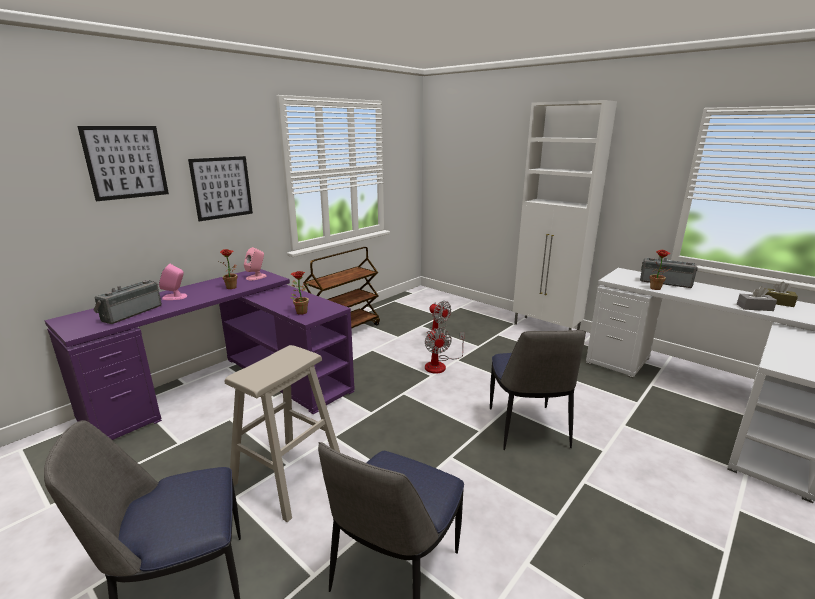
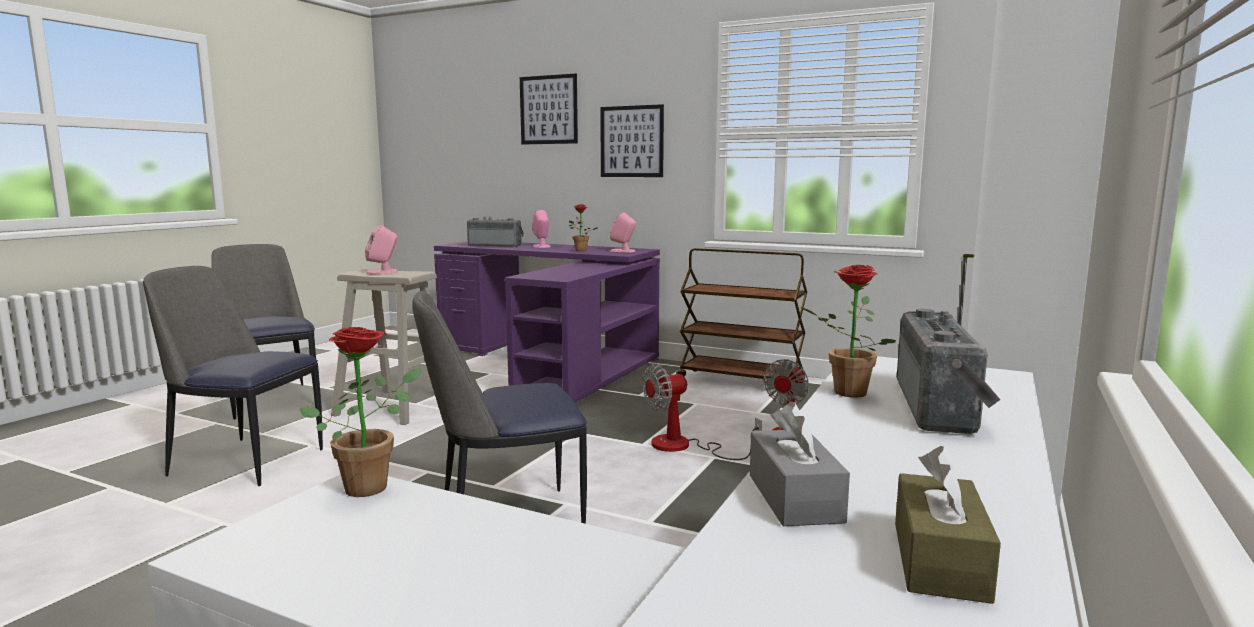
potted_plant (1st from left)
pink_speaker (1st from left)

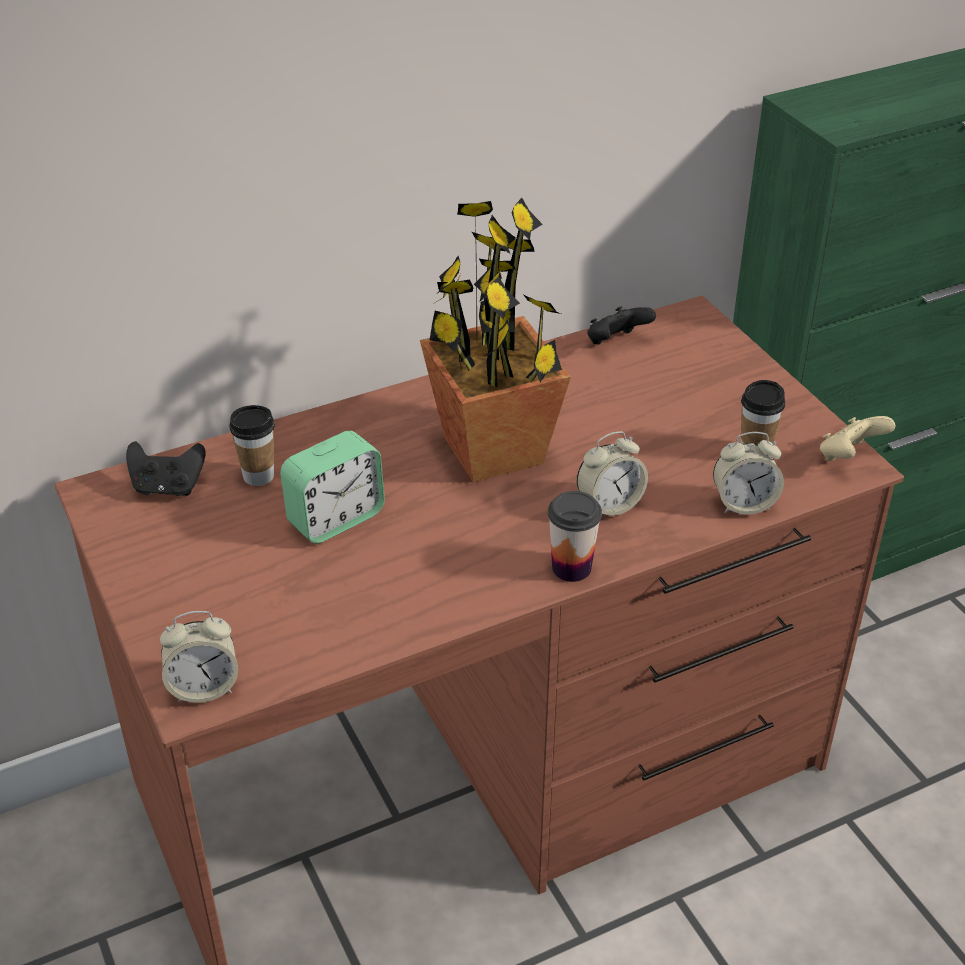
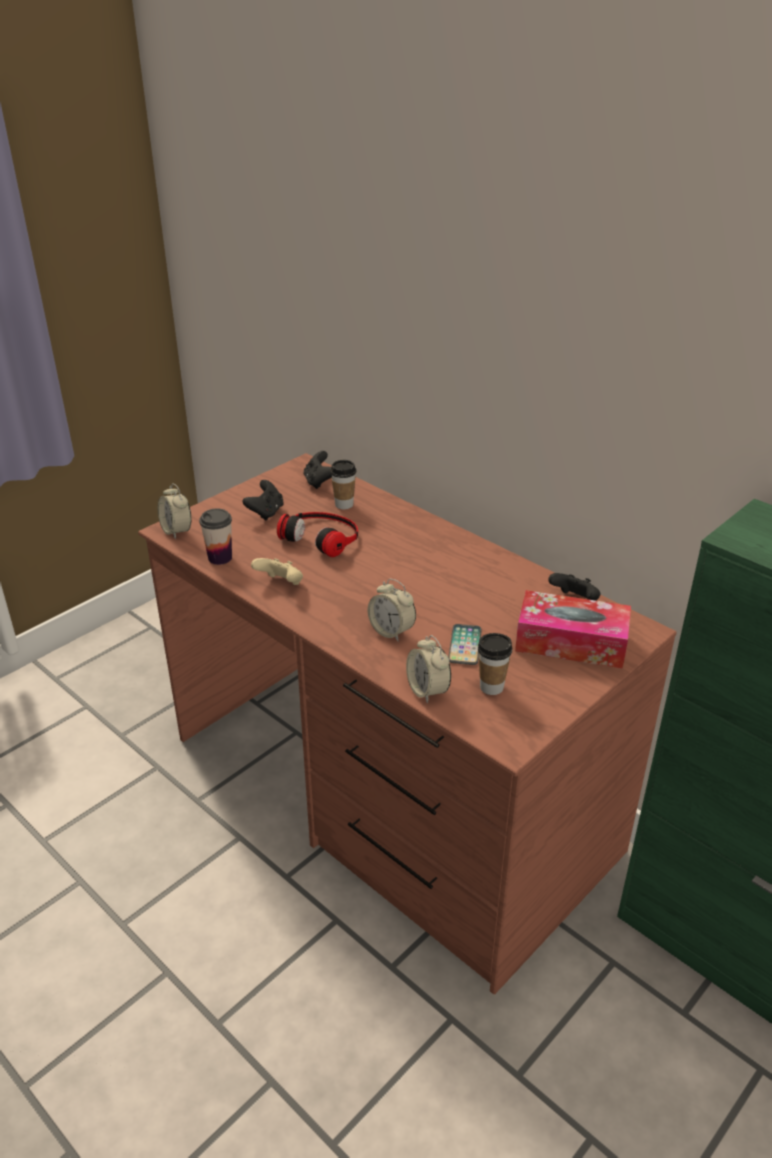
potted_plant
beige_game_controller
headphones
cup (1st from left)
black_game_controller (1st from left)
tissue_box
phone

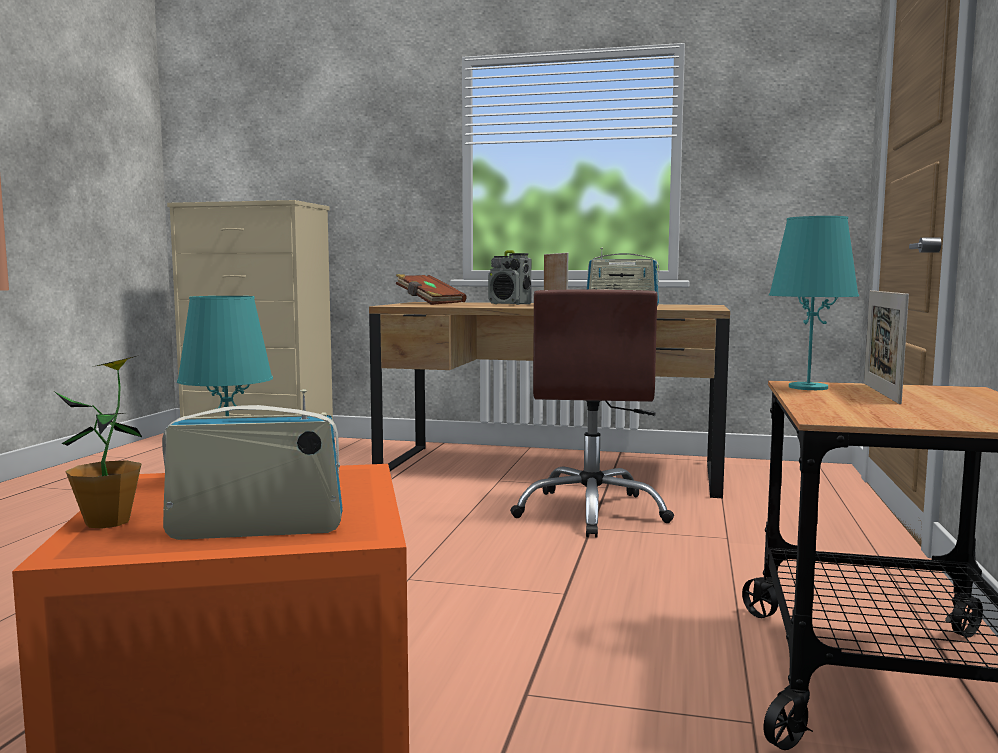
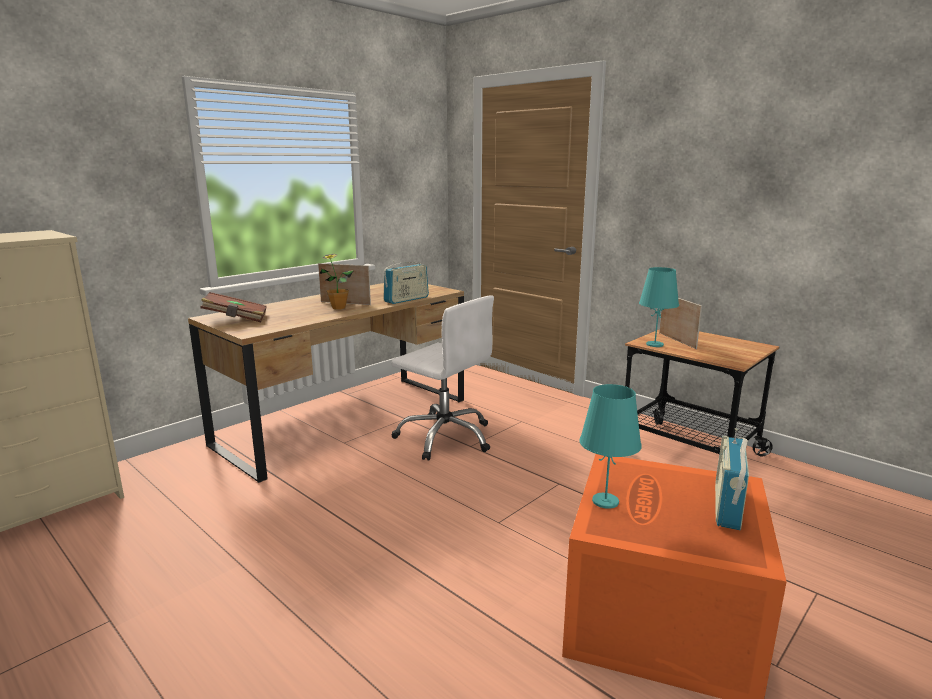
radio (2nd from left in the first image)
white_office_chair
picture_frame (2nd from left)
potted_plant

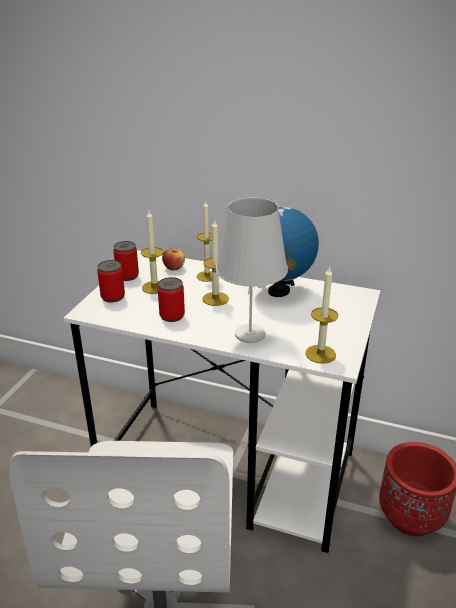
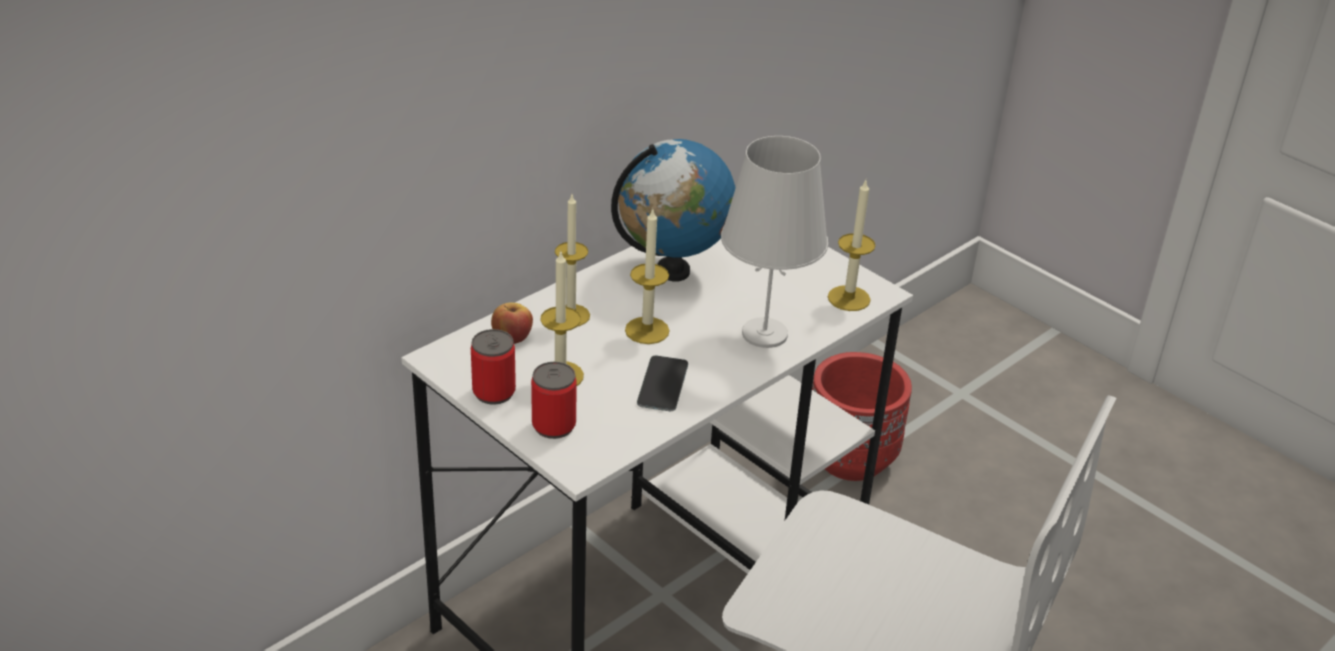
phone

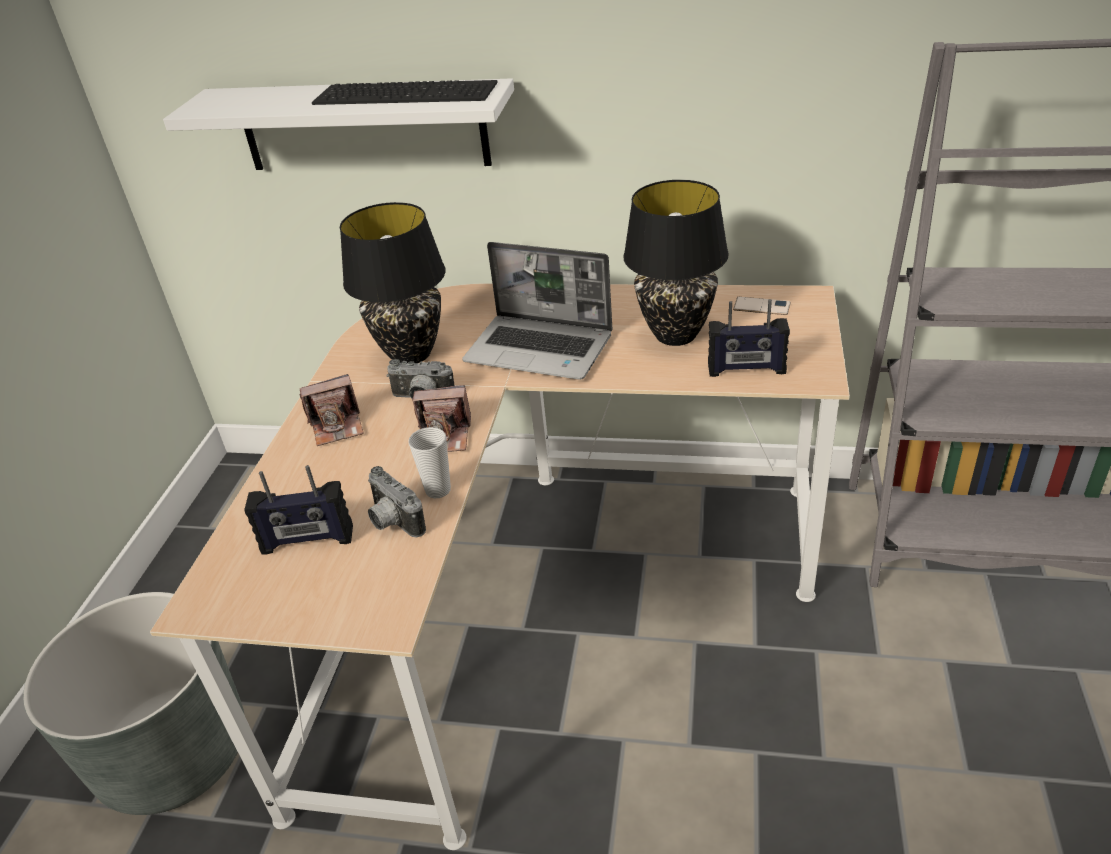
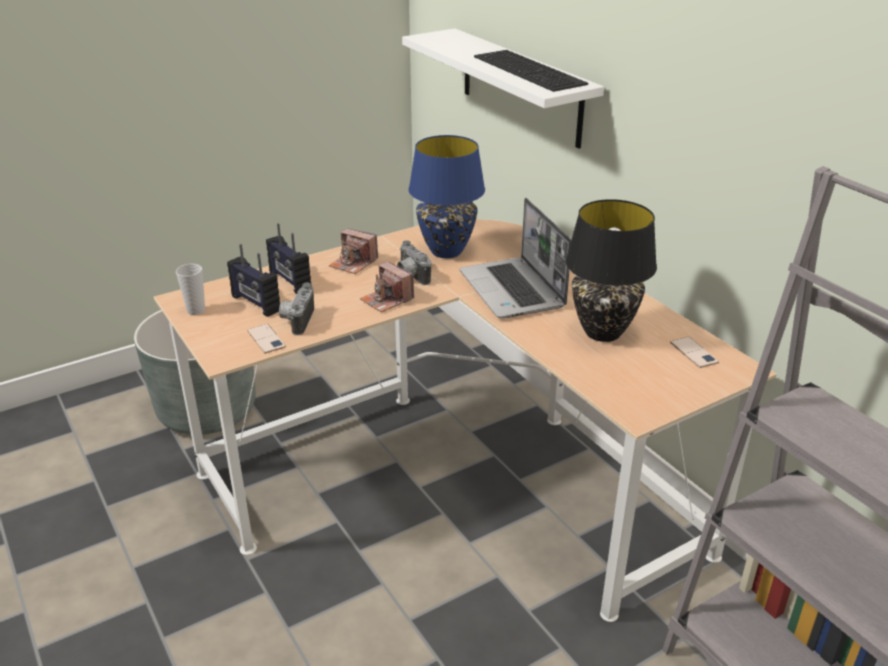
blue_table_lamp
radio (2nd from left)
cup
phone (1st from left)

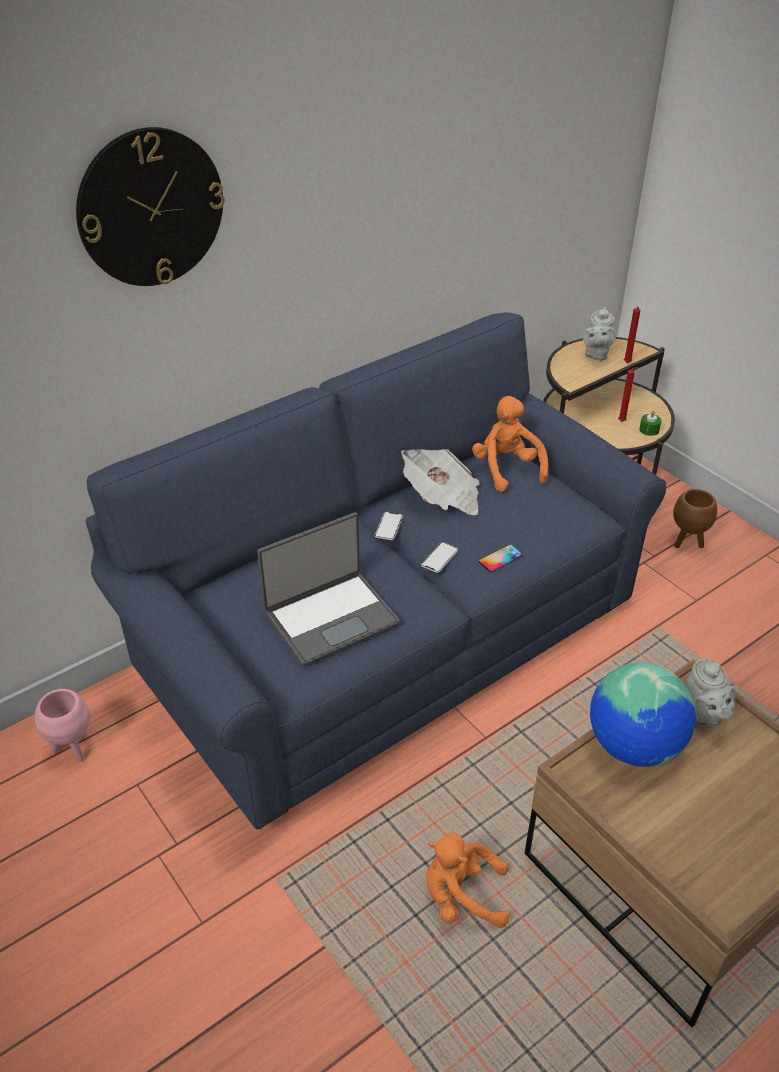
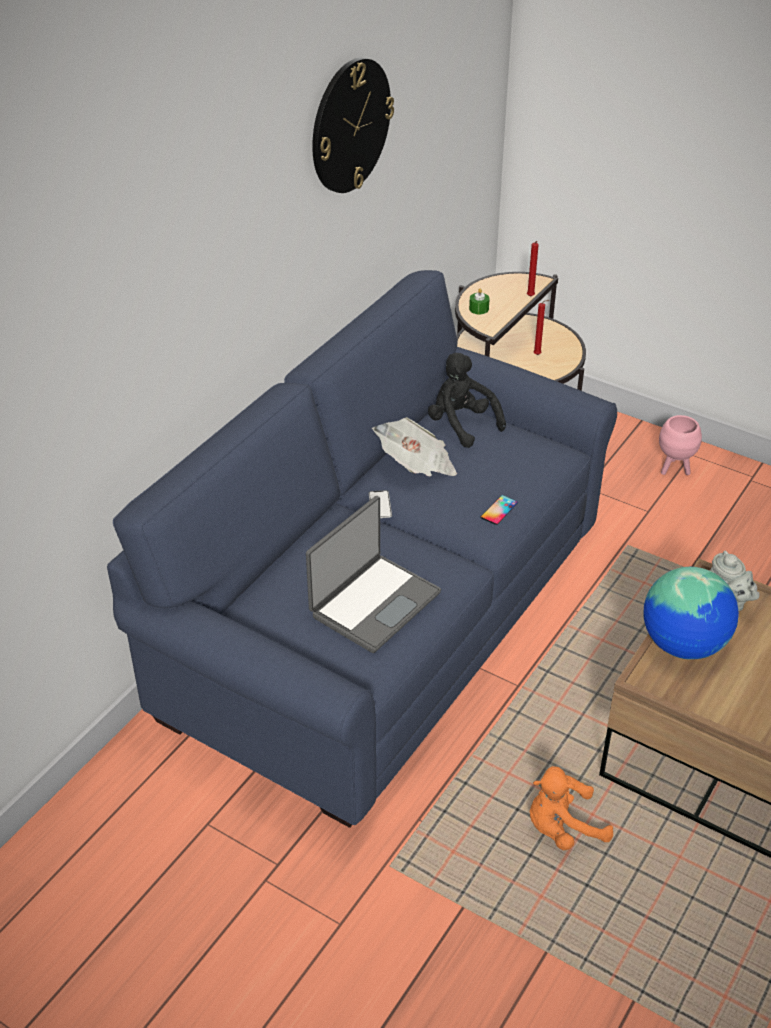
wall_clock
grey_teapot (1st from left in the first image)
black_plush_toy
green_candle
brown_planter
phone (2nd from left in the first image)
pink_planter

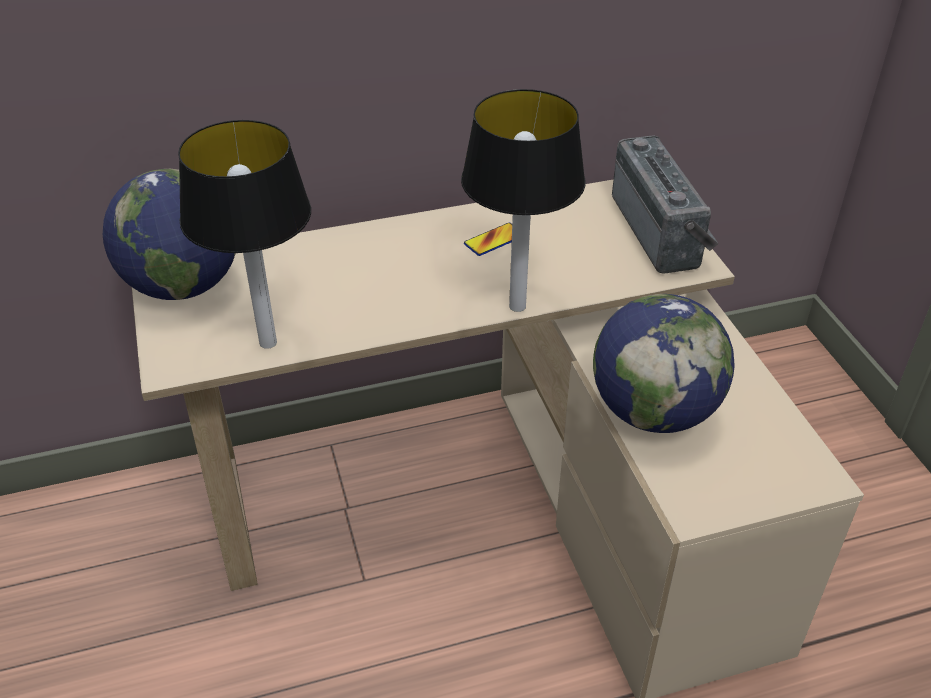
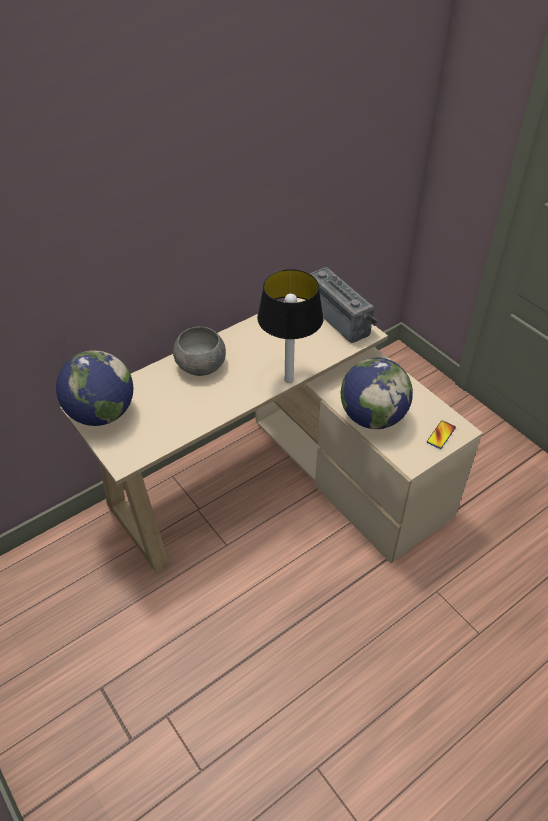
table_lamp (1st from left in the first image)
phone
grey_bowl

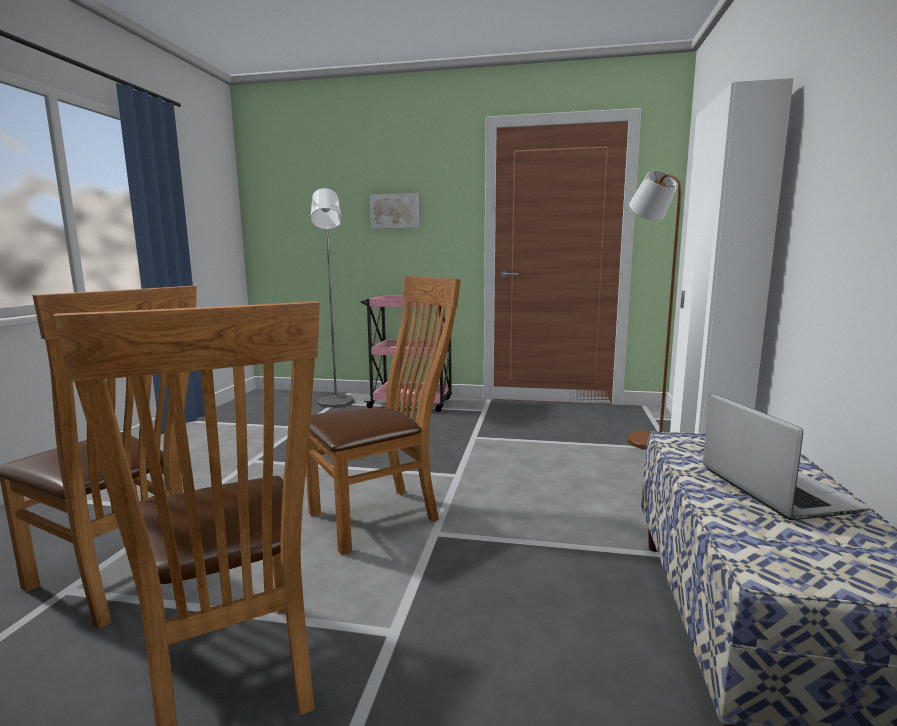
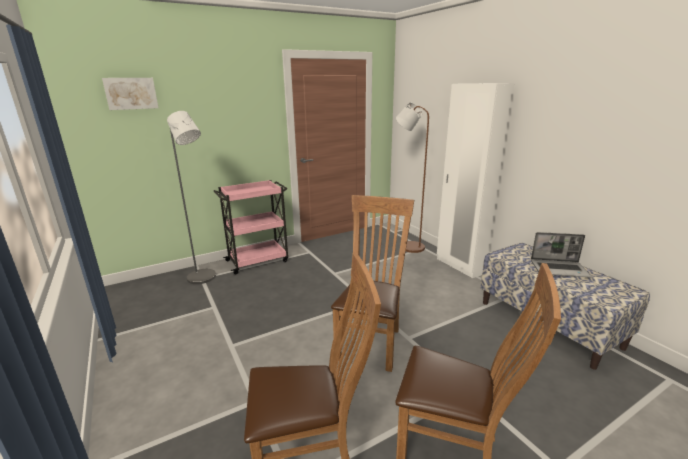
picture
laptop

